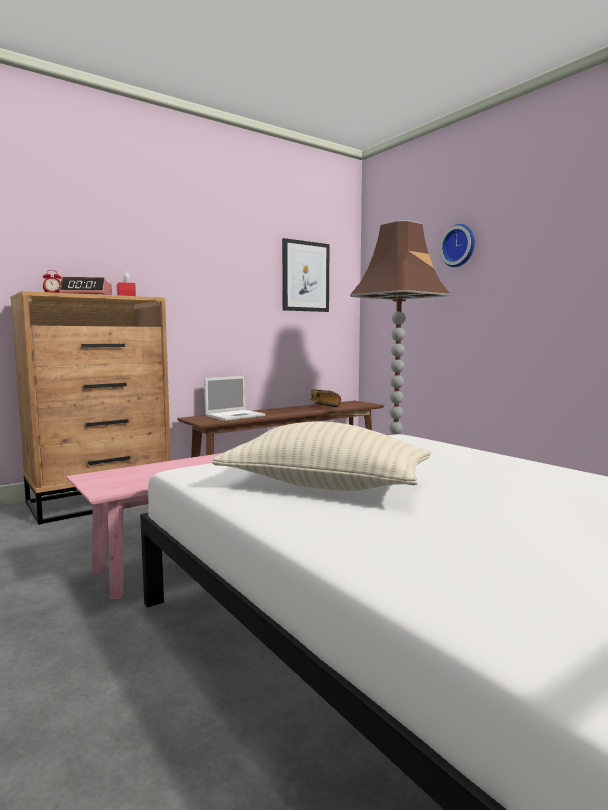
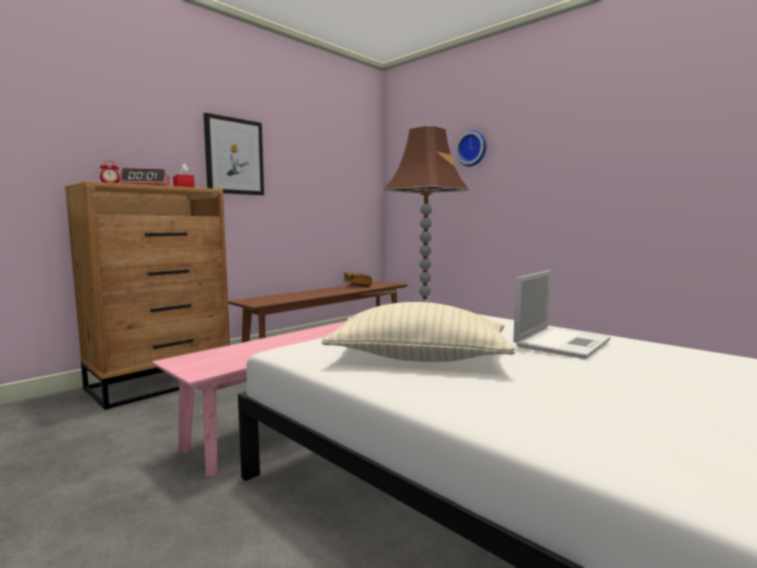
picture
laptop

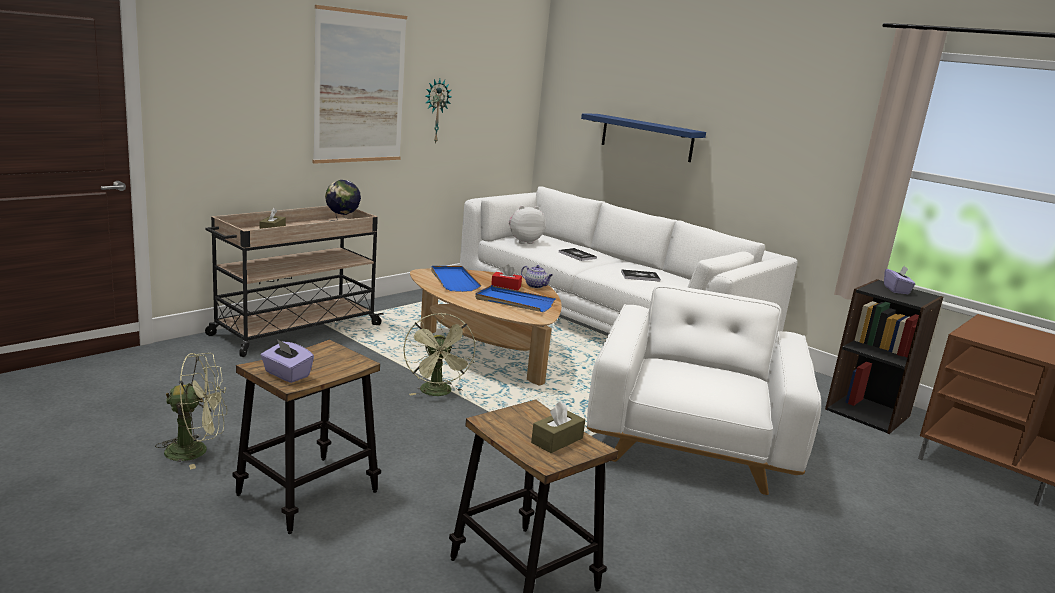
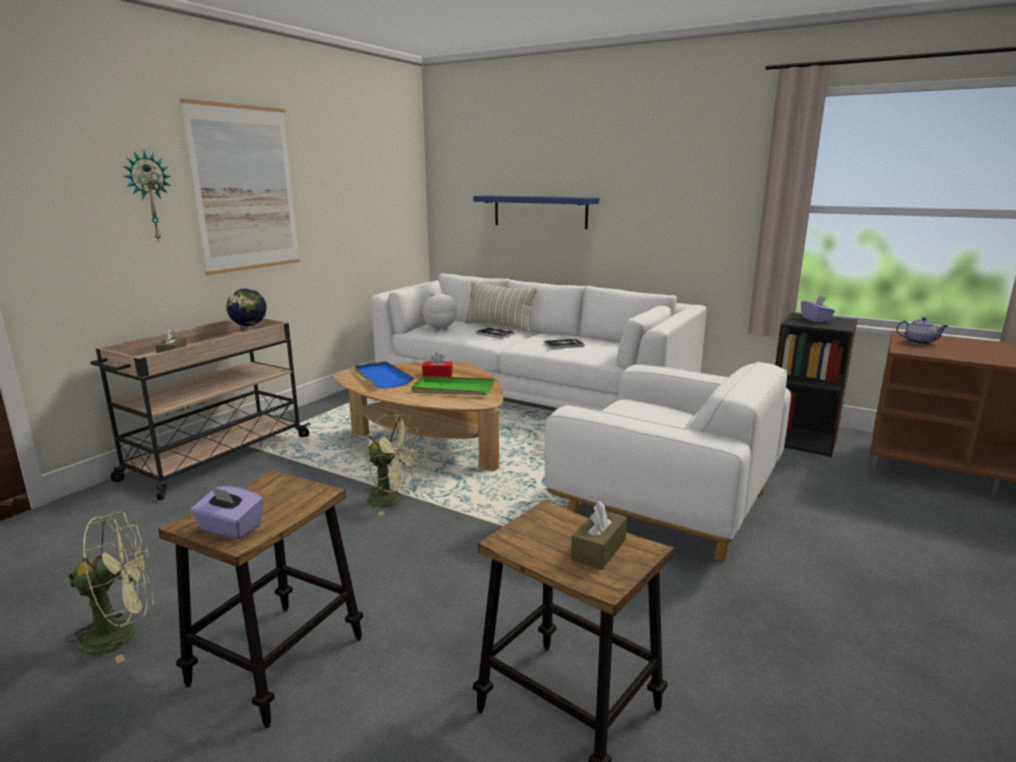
wall_clock
teapot
white_armchair
green_tray
green_fan (2nd from left)
pillow

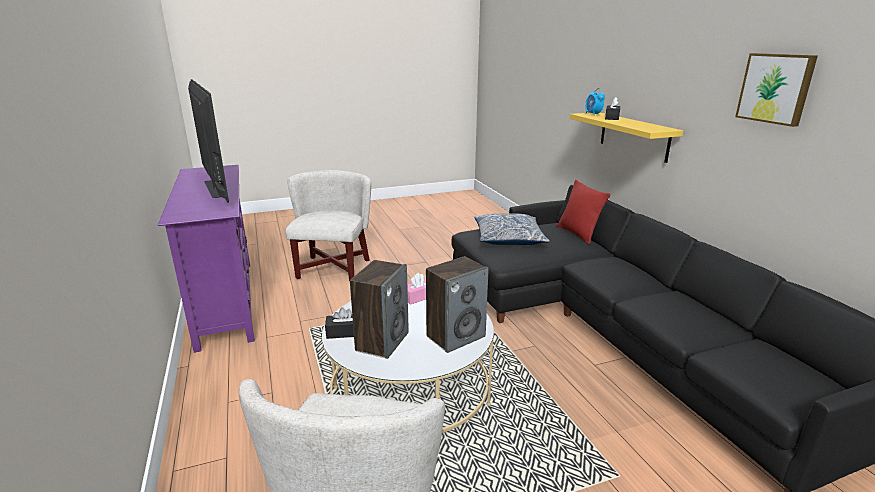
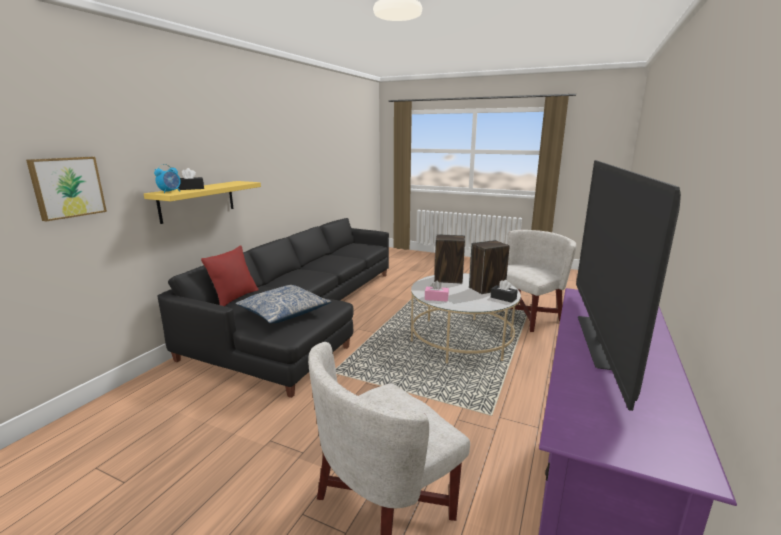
picture

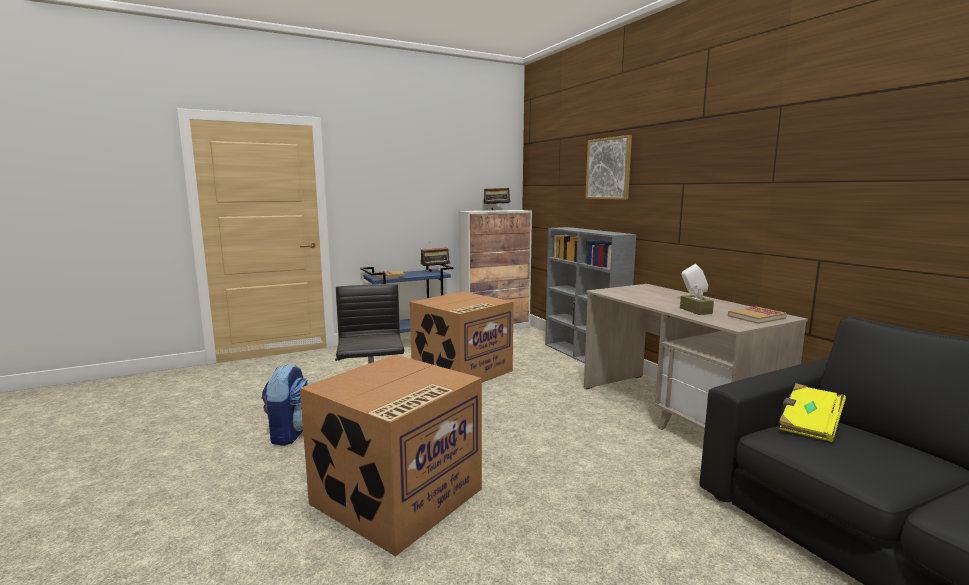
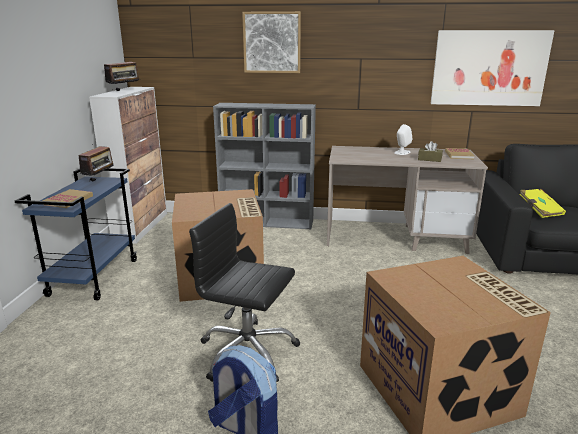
picture (2nd from left)

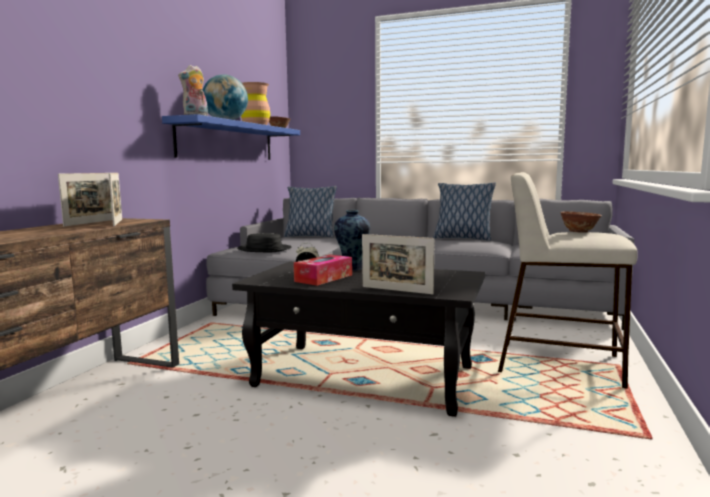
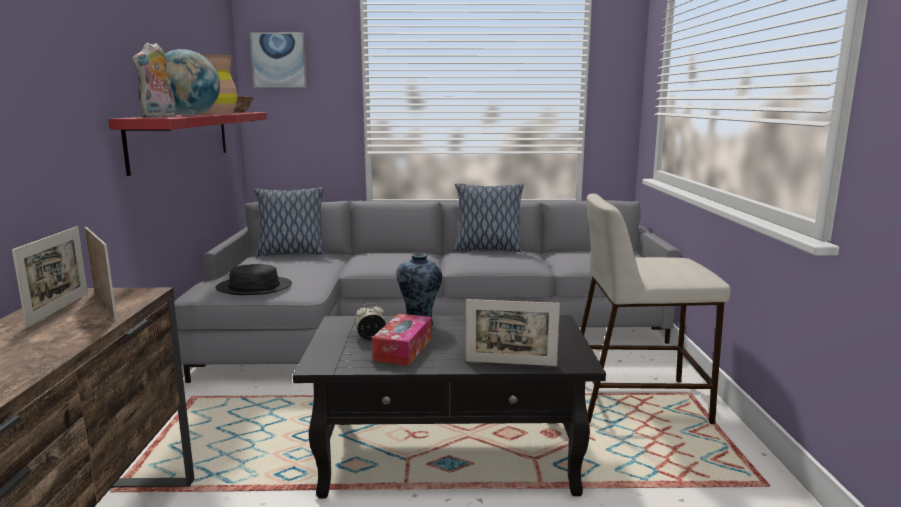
red_shelf
bowl (2nd from left in the first image)
picture

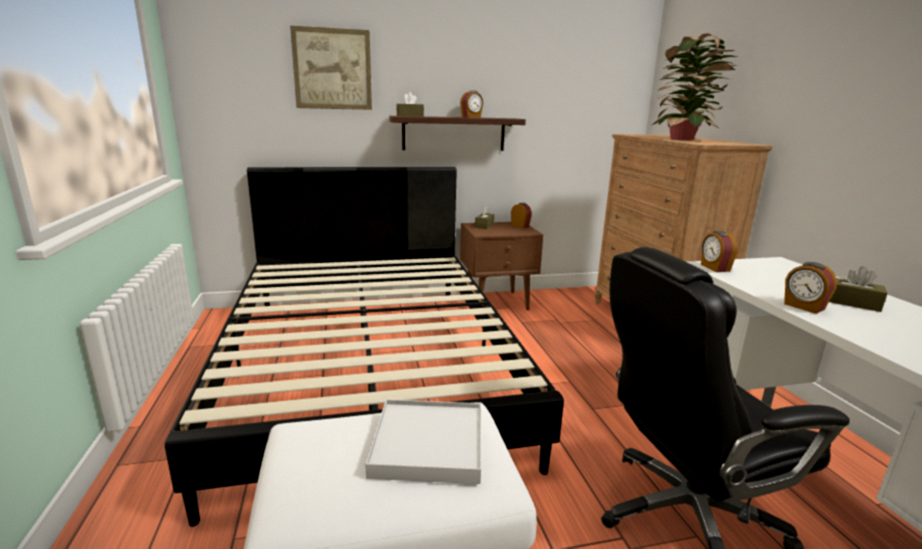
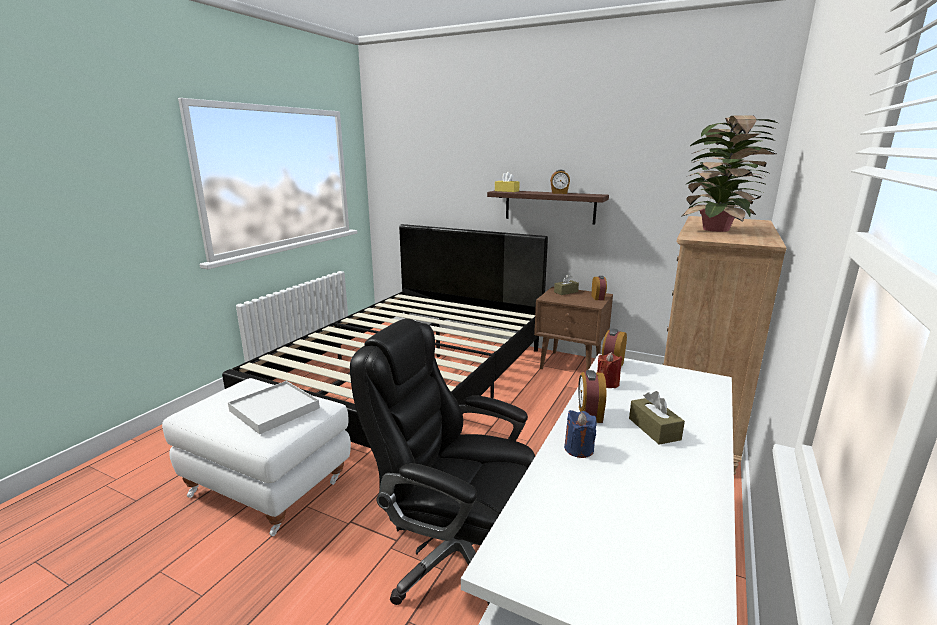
picture
yellow_tissue_box
red_candle
blue_candle

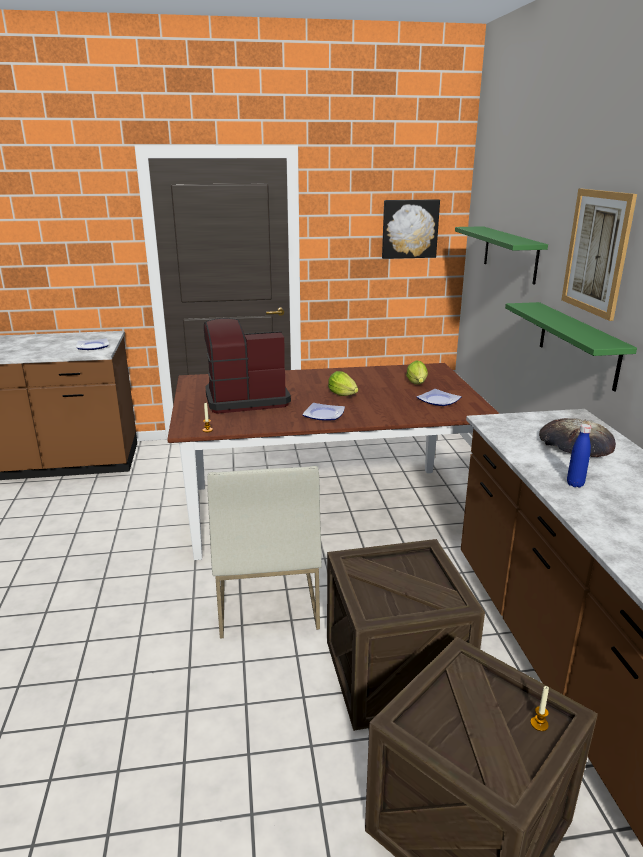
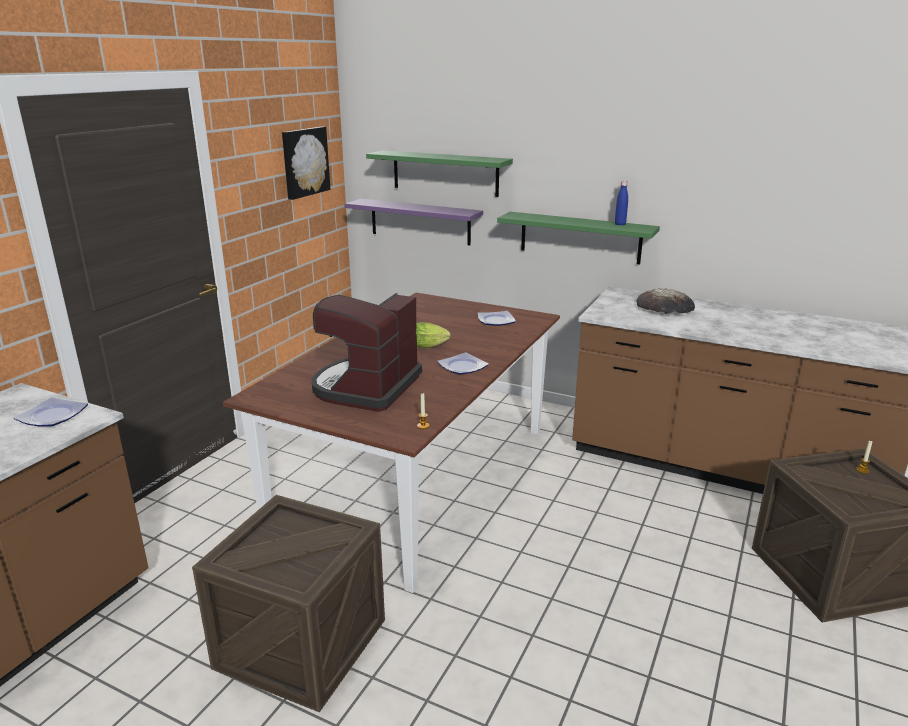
picture (2nd from left in the first image)
lettuce (2nd from left in the first image)
blue_bottle
white_chair
crate (1st from left)
purple_shelf

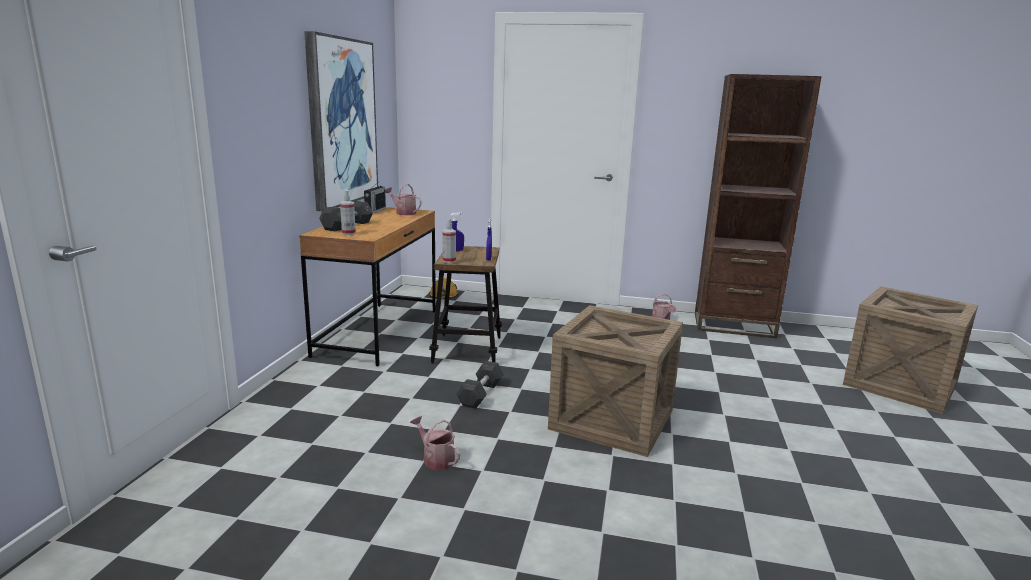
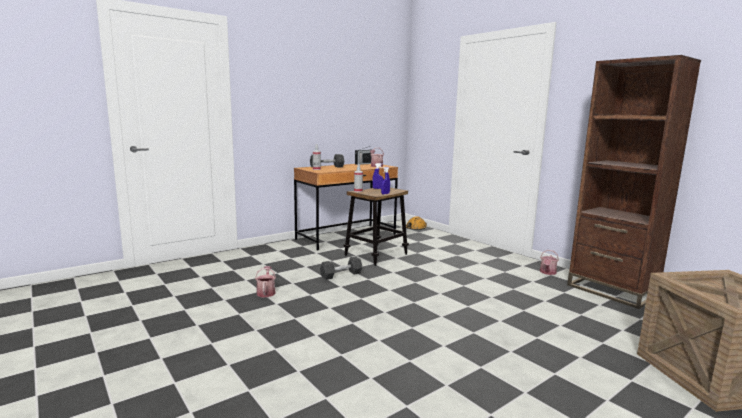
picture
crate (1st from left in the first image)

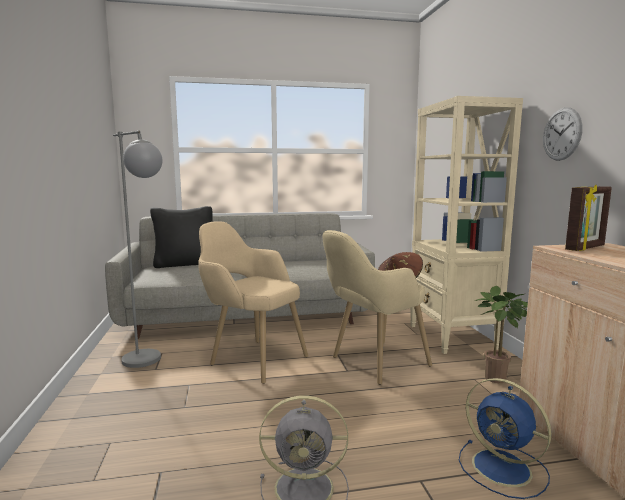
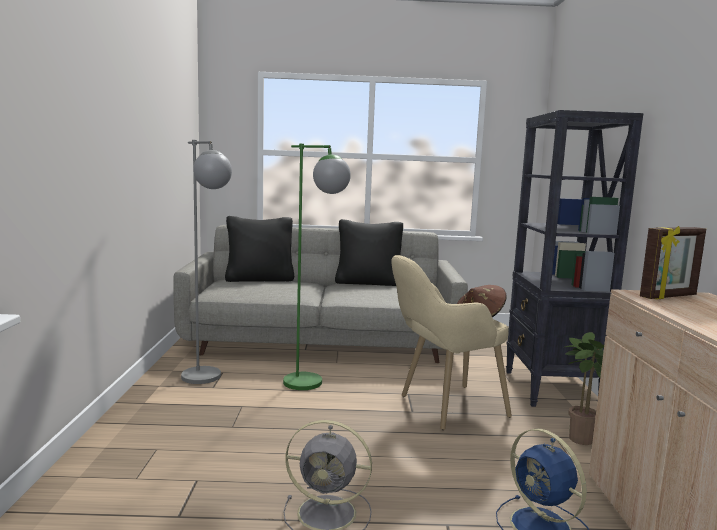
black_bookcase
wall_clock
green_floor_lamp
black_pillow (2nd from left)

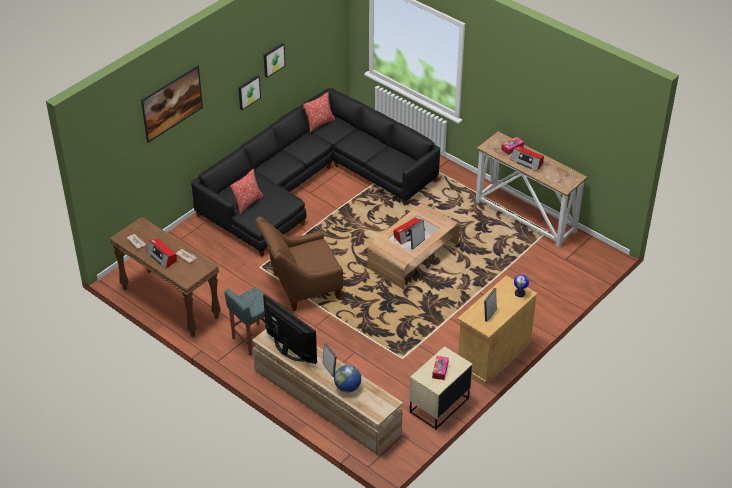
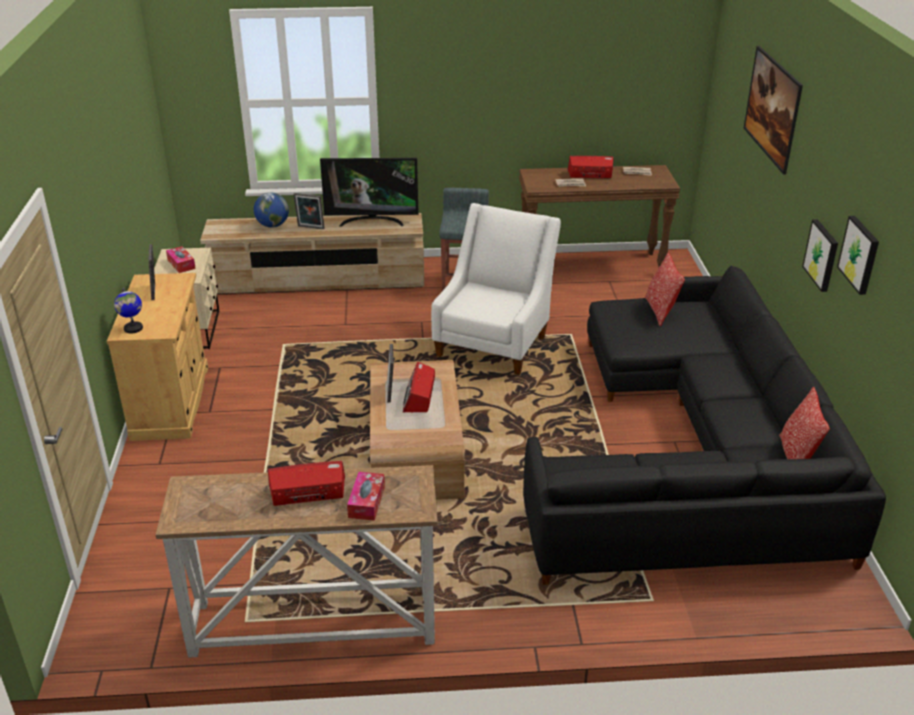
white_armchair

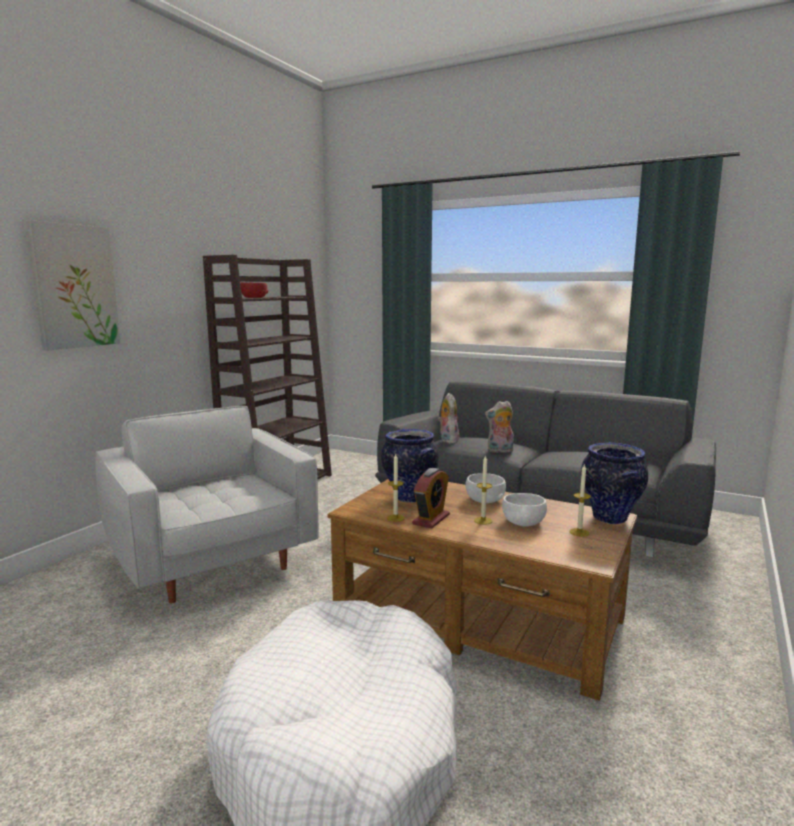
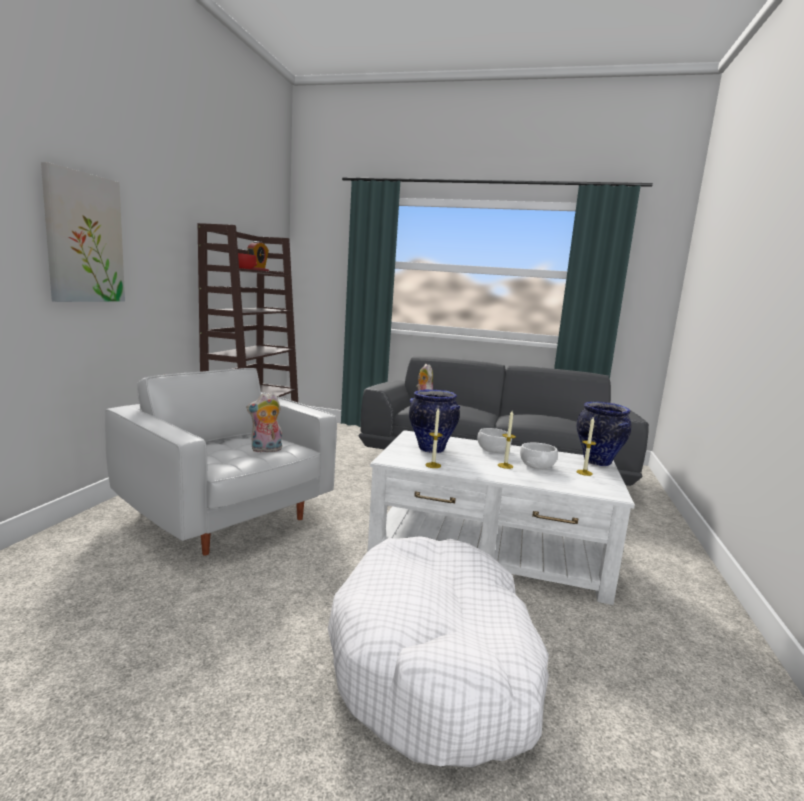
plush_toy (1st from left)
alarm_clock
white_coffee_table

